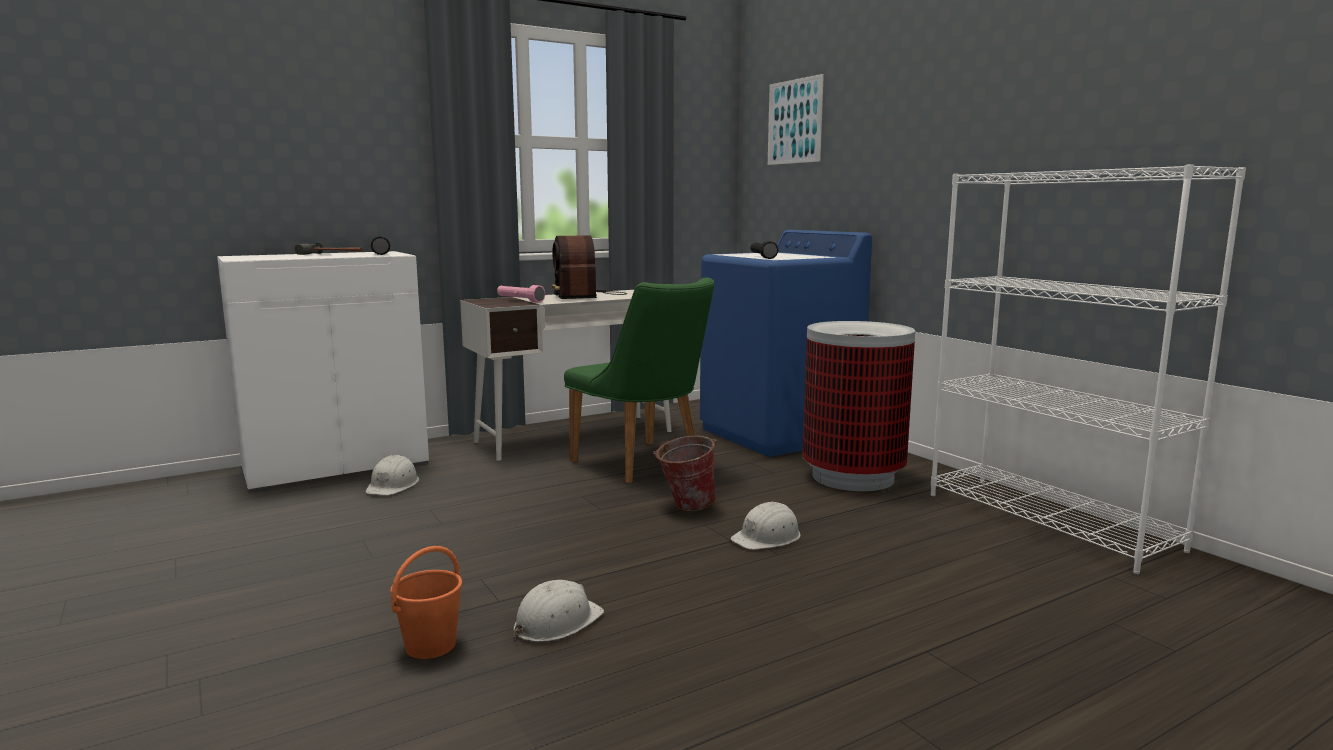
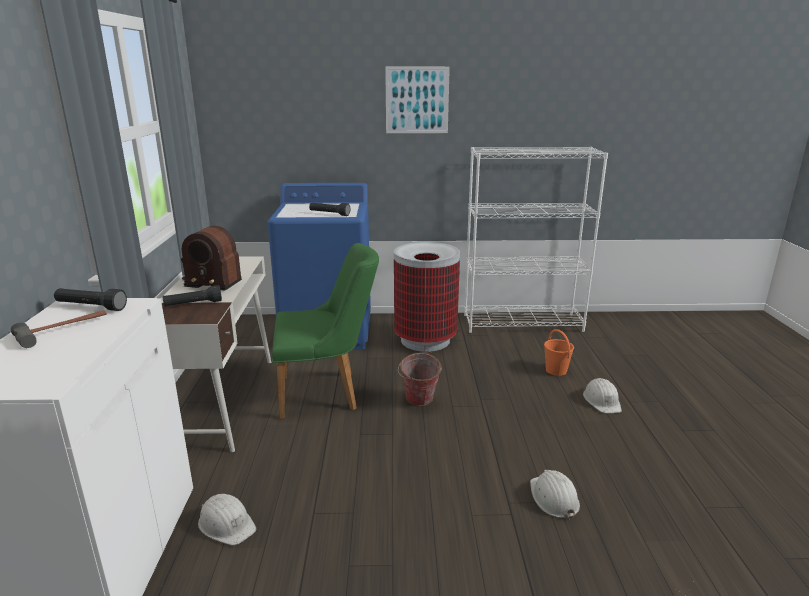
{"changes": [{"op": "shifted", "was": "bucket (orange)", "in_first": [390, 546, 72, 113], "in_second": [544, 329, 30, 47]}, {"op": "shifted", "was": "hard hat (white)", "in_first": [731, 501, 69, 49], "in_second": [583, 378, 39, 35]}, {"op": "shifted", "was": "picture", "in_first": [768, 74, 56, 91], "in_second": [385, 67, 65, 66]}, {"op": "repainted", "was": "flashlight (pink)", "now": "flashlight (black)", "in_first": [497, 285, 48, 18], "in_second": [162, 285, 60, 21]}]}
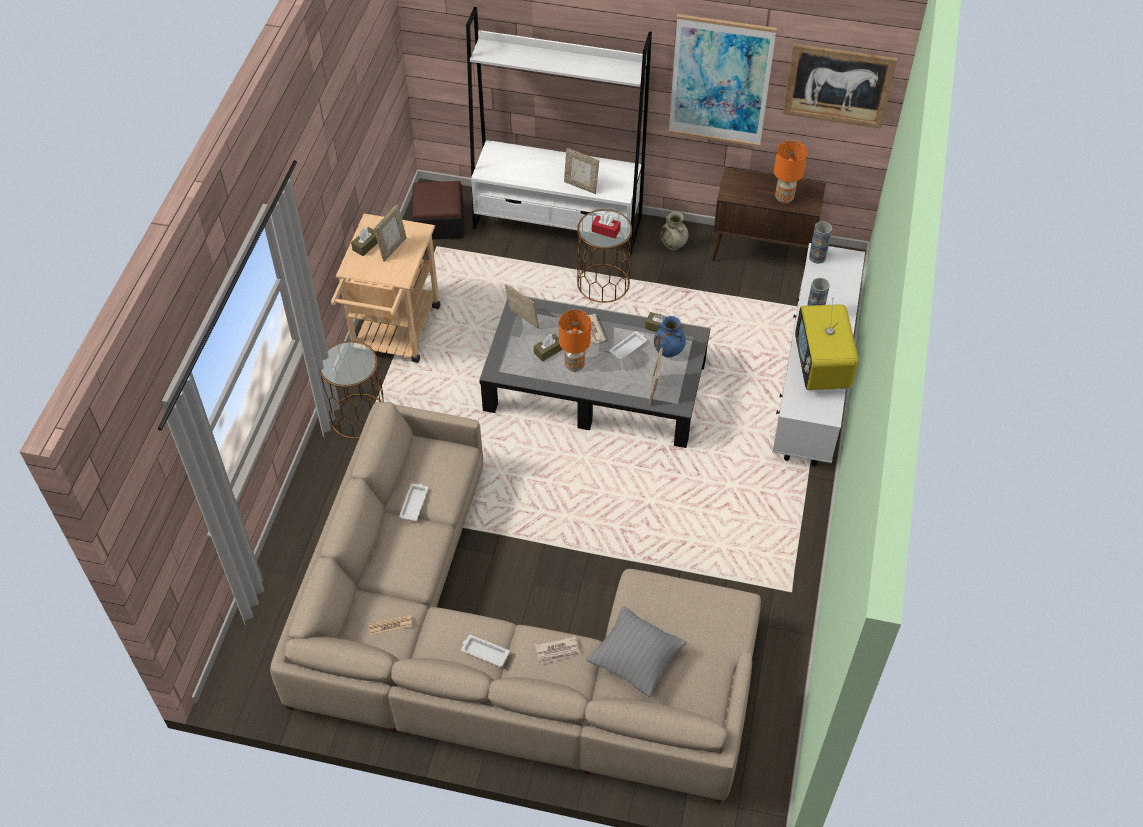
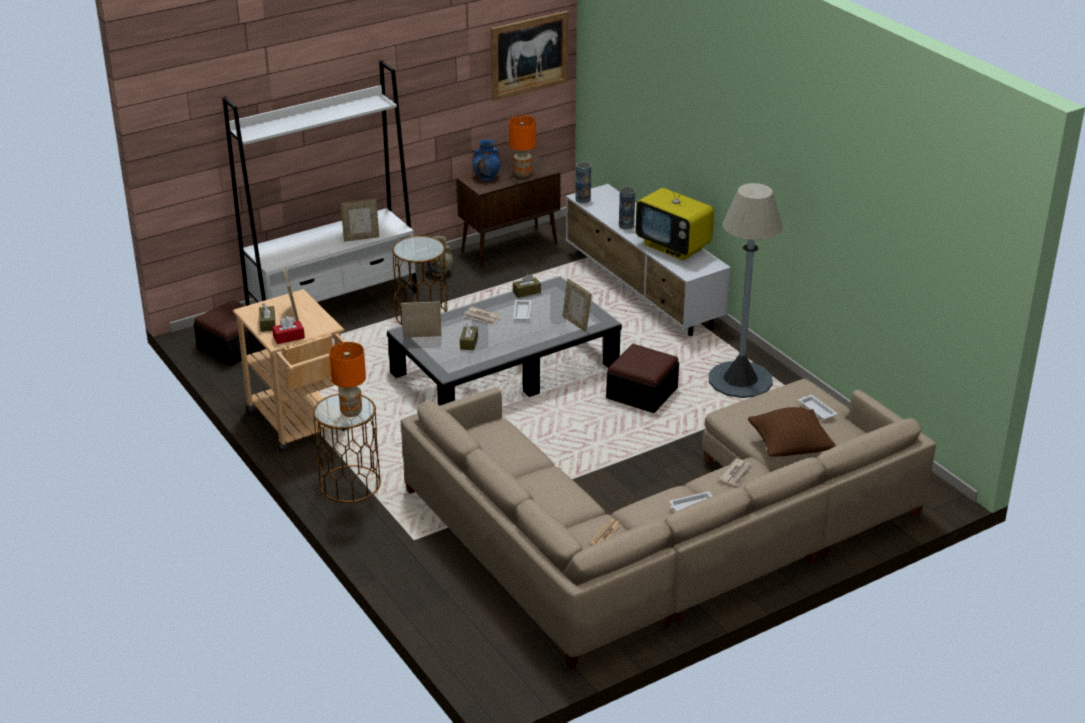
{"changes": [{"op": "gone", "was": "picture", "in_first": [669, 14, 108, 133]}, {"op": "new", "now": "ottoman", "in_second": [606, 344, 73, 69]}, {"op": "new", "now": "floor lamp (grey)", "in_second": [709, 183, 74, 215]}, {"op": "shifted", "was": "tray (white)", "in_first": [399, 484, 29, 37], "in_second": [799, 395, 39, 25]}, {"op": "shifted", "was": "table lamp (orange)", "in_first": [559, 310, 32, 62], "in_second": [329, 342, 37, 75]}, {"op": "shifted", "was": "tissue box (red)", "in_first": [592, 214, 29, 24], "in_second": [272, 316, 33, 28]}, {"op": "shifted", "was": "vase (blue)", "in_first": [654, 316, 32, 41], "in_second": [473, 139, 27, 41]}, {"op": "repainted", "was": "pillow (grey)", "now": "pillow (brown)", "in_first": [586, 606, 101, 91], "in_second": [748, 407, 88, 50]}]}
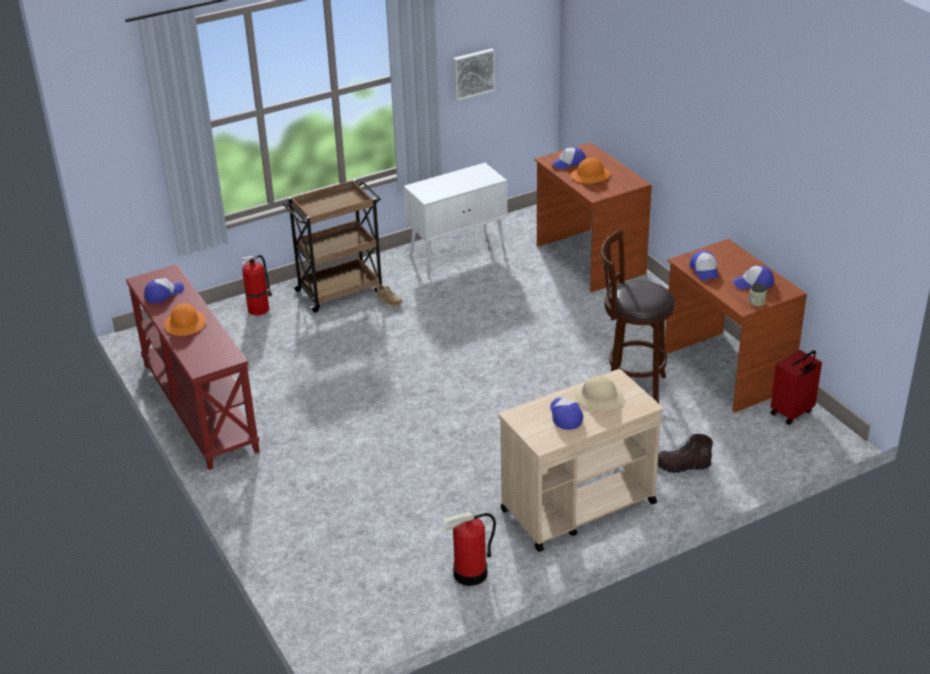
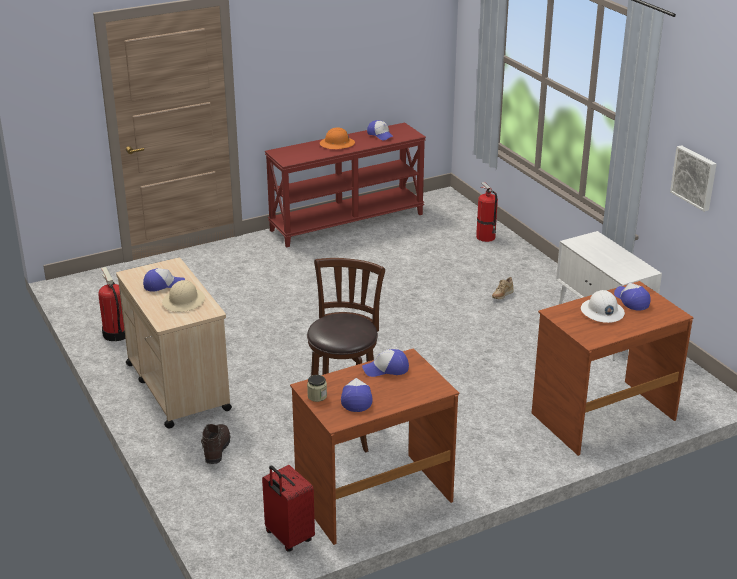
{"changes": [{"op": "gone", "was": "cart (brown)", "in_first": [283, 179, 99, 134]}, {"op": "repainted", "was": "hard hat (orange)", "now": "hard hat (white)", "in_first": [571, 158, 39, 25], "in_second": [581, 290, 44, 33]}]}
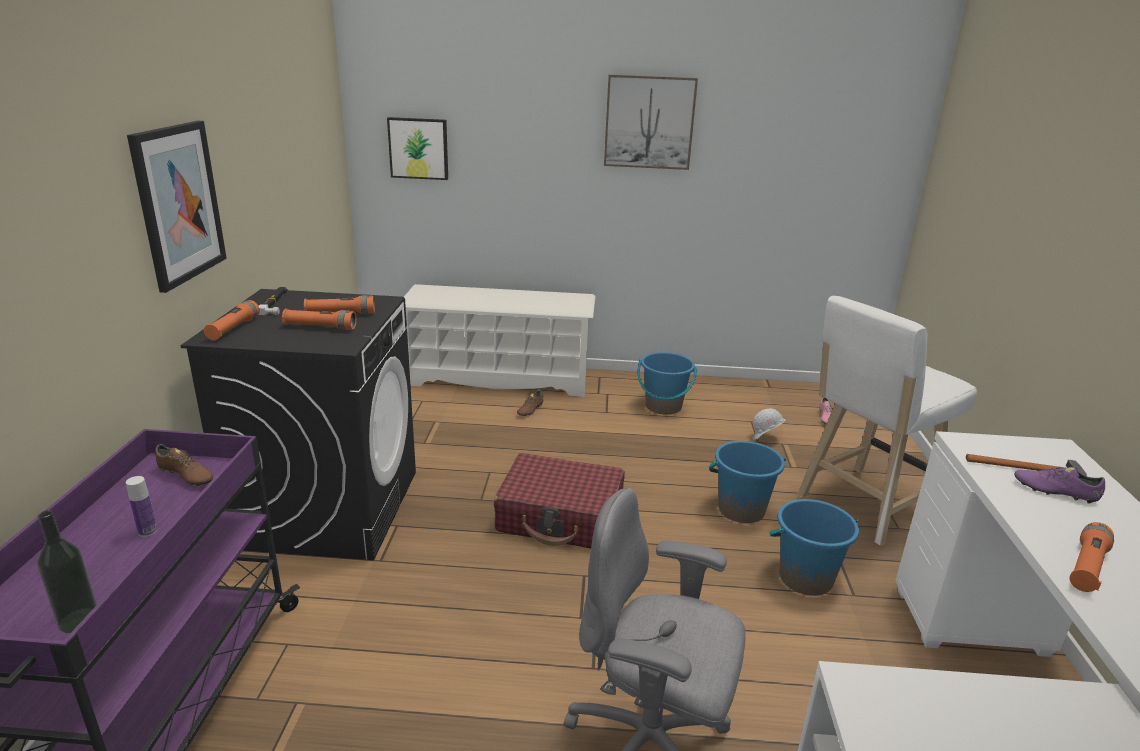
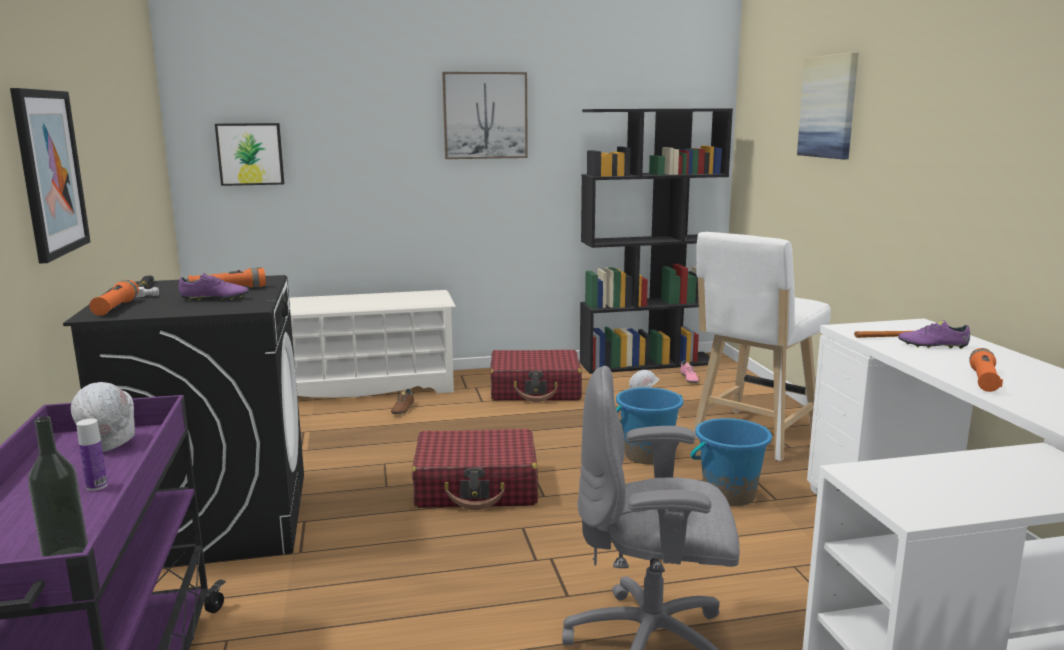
{"changes": [{"op": "new", "now": "bookcase (black)", "in_second": [580, 108, 153, 266]}, {"op": "new", "now": "picture", "in_second": [797, 52, 62, 107]}, {"op": "swapped", "was": "shoe (brown)", "now": "hard hat (white)", "in_first": [155, 444, 58, 43], "in_second": [71, 382, 64, 70]}, {"op": "swapped", "was": "flashlight (orange)", "now": "shoe (purple)", "in_first": [282, 309, 75, 21], "in_second": [179, 273, 70, 28]}, {"op": "swapped", "was": "bucket (blue)", "now": "suitcase (red)", "in_first": [637, 352, 61, 63], "in_second": [490, 350, 92, 52]}]}
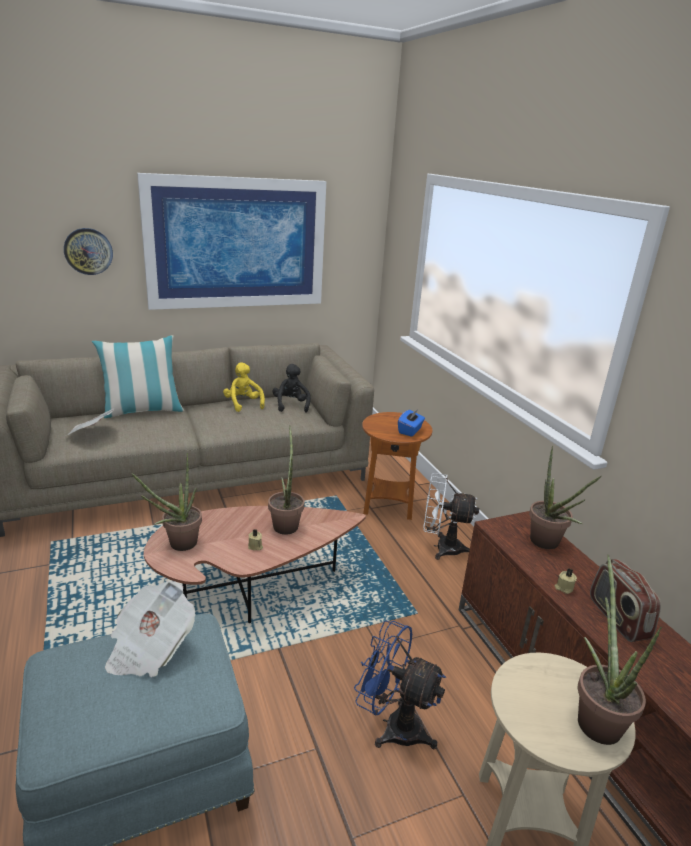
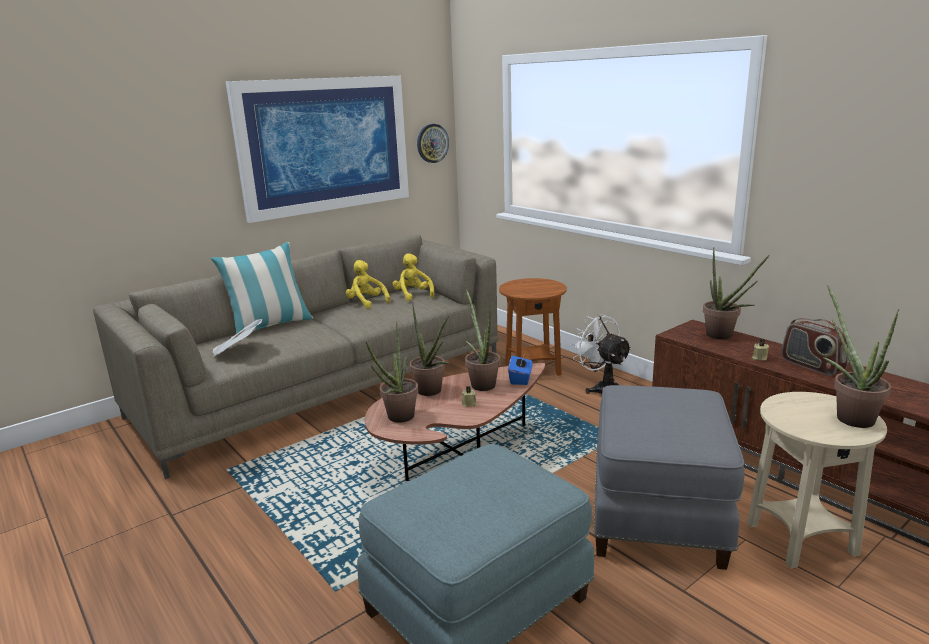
{"changes": [{"op": "gone", "was": "newspaper", "in_first": [105, 581, 90, 96]}, {"op": "new", "now": "potted plant", "in_second": [410, 307, 40, 89]}, {"op": "shifted", "was": "wall clock", "in_first": [64, 228, 49, 47], "in_second": [417, 124, 32, 39]}, {"op": "shifted", "was": "tissue box (blue)", "in_first": [398, 409, 27, 28], "in_second": [508, 356, 25, 29]}, {"op": "swapped", "was": "fan (blue)", "now": "ottoman (grey)", "in_first": [354, 620, 92, 130], "in_second": [593, 385, 152, 185]}, {"op": "repainted", "was": "plush toy (black)", "now": "plush toy (yellow)", "in_first": [272, 364, 39, 49], "in_second": [392, 253, 42, 48]}, {"op": "rotated", "was": "fan (white)", "in_first": [423, 473, 56, 87], "in_second": [571, 314, 61, 80], "clockwise": 60}]}
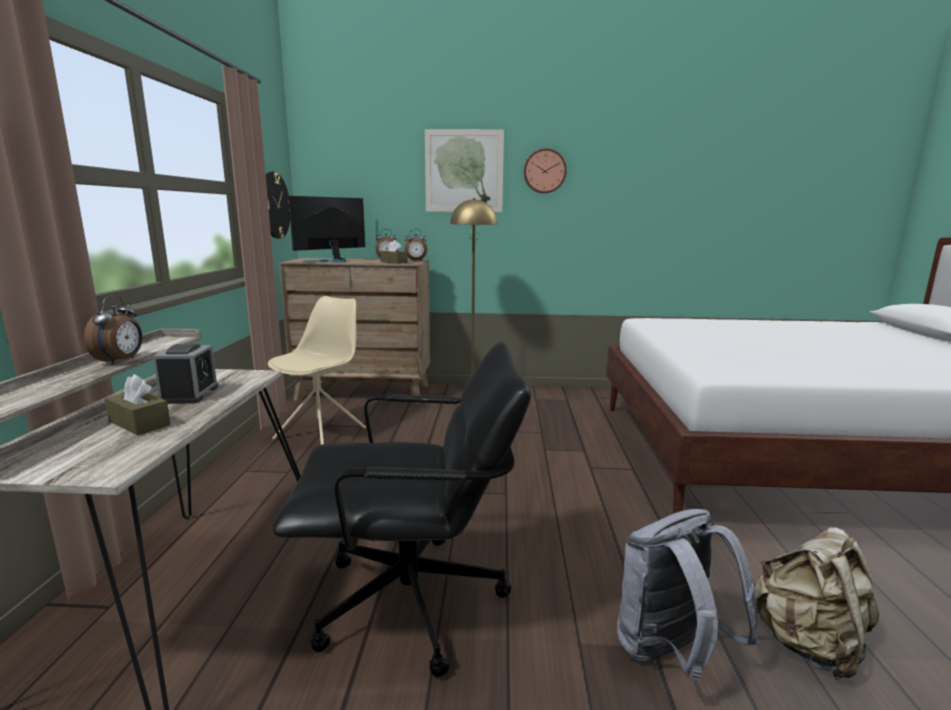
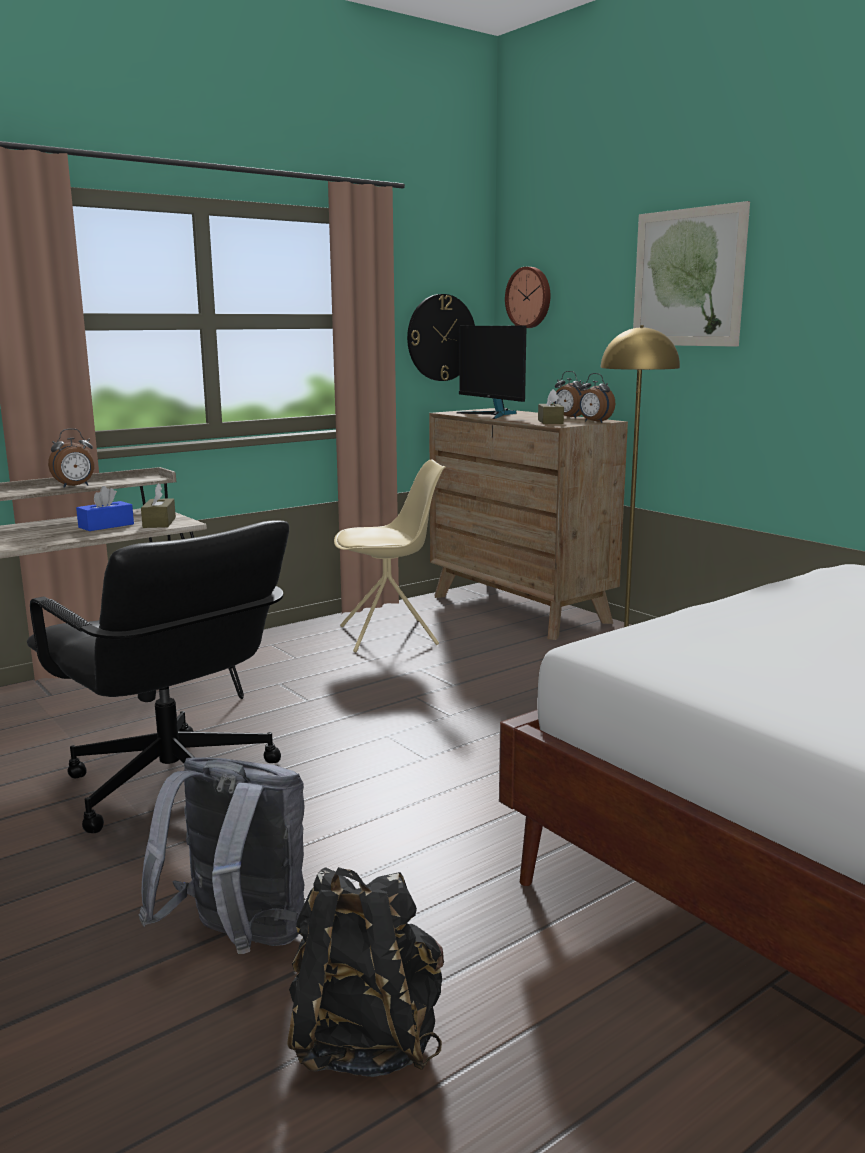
{"changes": [{"op": "shifted", "was": "tissue box (brown)", "in_first": [105, 374, 66, 61], "in_second": [141, 483, 35, 45]}, {"op": "shifted", "was": "wall clock", "in_first": [524, 148, 43, 46], "in_second": [505, 267, 45, 61]}, {"op": "swapped", "was": "alarm clock", "now": "tissue box (blue)", "in_first": [153, 344, 65, 60], "in_second": [76, 486, 58, 45]}, {"op": "repainted", "was": "backpack (beige)", "now": "backpack (black)", "in_first": [755, 527, 124, 153], "in_second": [287, 867, 157, 210]}, {"op": "rotated", "was": "monitor", "in_first": [288, 196, 77, 67], "in_second": [457, 326, 70, 93], "clockwise": -120}]}
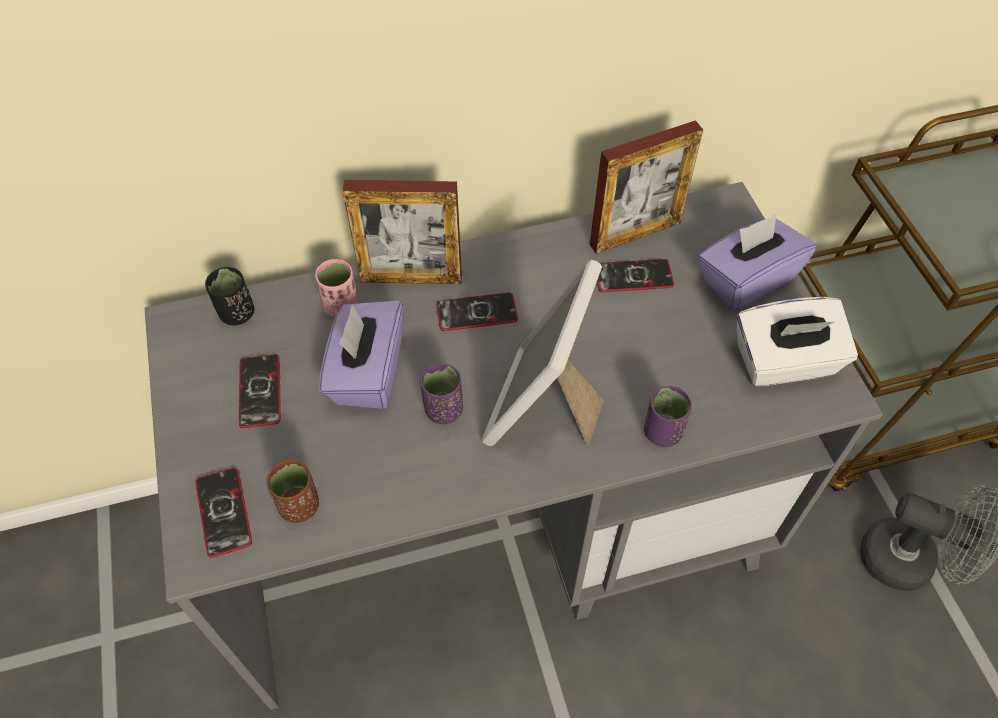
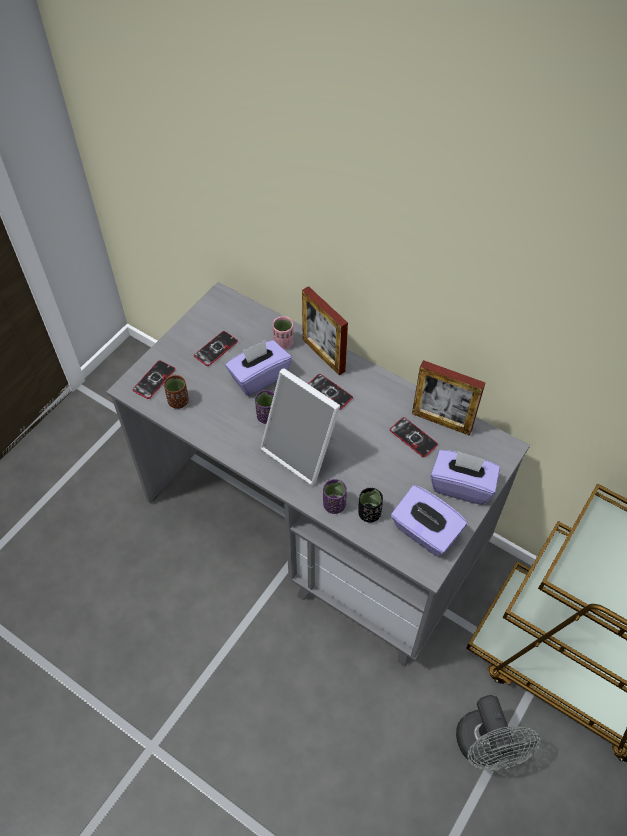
{"changes": [{"op": "shifted", "was": "cup (black)", "in_first": [205, 267, 50, 58], "in_second": [358, 488, 25, 35]}, {"op": "repainted", "was": "tissue box (white)", "now": "tissue box (purple)", "in_first": [737, 297, 121, 89], "in_second": [391, 485, 76, 71]}, {"op": "rotated", "was": "picture frame", "in_first": [482, 260, 122, 186], "in_second": [260, 368, 80, 118], "clockwise": -120}]}
